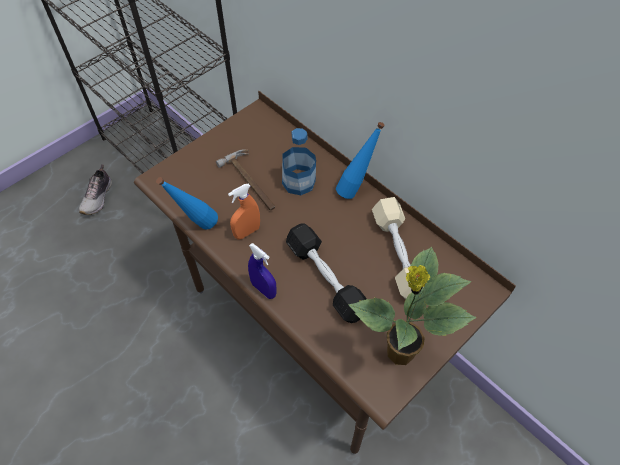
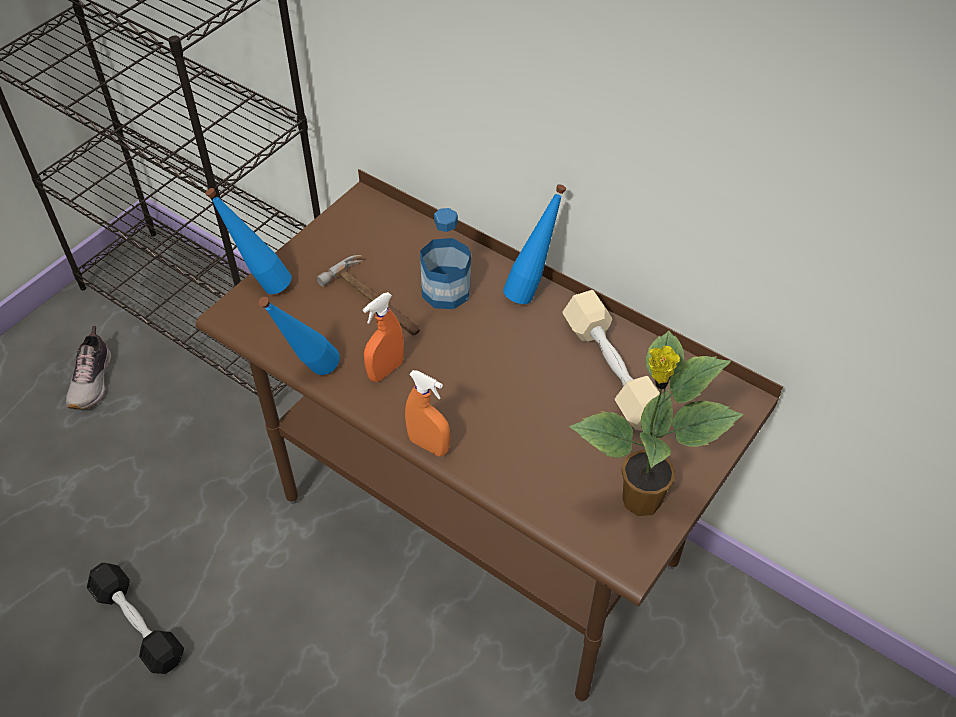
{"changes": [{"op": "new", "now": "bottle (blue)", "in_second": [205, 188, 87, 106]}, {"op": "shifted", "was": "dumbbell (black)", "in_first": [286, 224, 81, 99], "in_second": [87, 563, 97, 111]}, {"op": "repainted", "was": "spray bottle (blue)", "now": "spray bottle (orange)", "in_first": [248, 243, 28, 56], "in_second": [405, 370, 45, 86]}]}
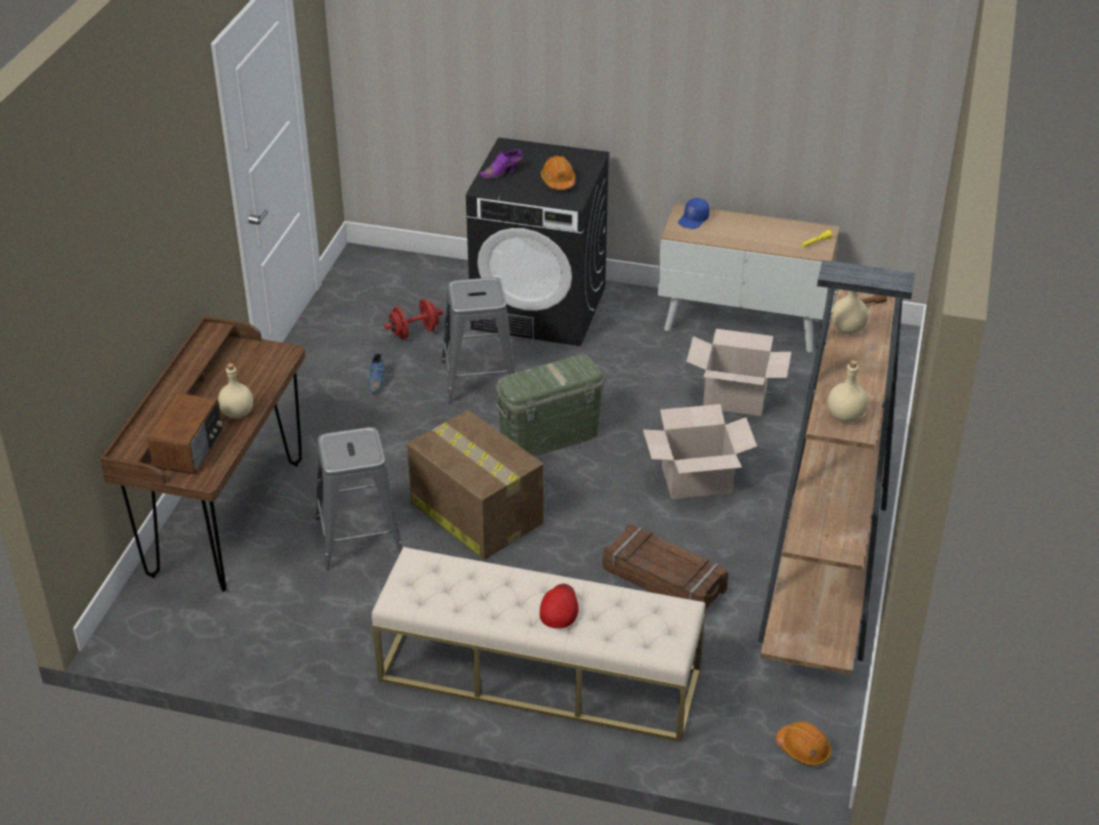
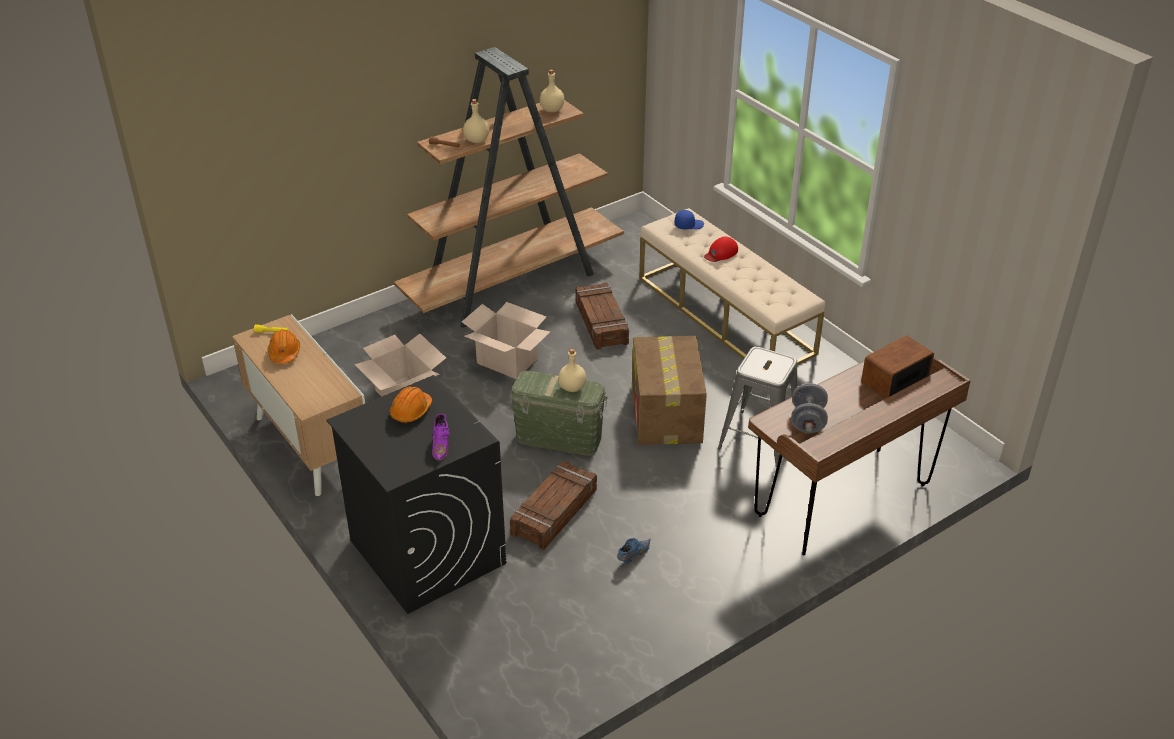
{"changes": [{"op": "gone", "was": "dumbbell (red)", "in_first": [384, 299, 59, 40]}, {"op": "new", "now": "dumbbell (grey)", "in_second": [791, 383, 37, 50]}, {"op": "shifted", "was": "bottle (beige)", "in_first": [218, 363, 35, 55], "in_second": [558, 349, 28, 43]}, {"op": "shifted", "was": "cap (blue)", "in_first": [678, 198, 32, 31], "in_second": [675, 210, 29, 20]}, {"op": "shifted", "was": "hard hat (orange)", "in_first": [776, 721, 56, 45], "in_second": [268, 329, 32, 35]}, {"op": "swapped", "was": "stool (grey)", "now": "crate", "in_first": [441, 277, 74, 126], "in_second": [510, 461, 87, 89]}, {"op": "rotated", "was": "shoe (purple)", "in_first": [479, 149, 44, 30], "in_second": [432, 414, 18, 47], "clockwise": 75}]}
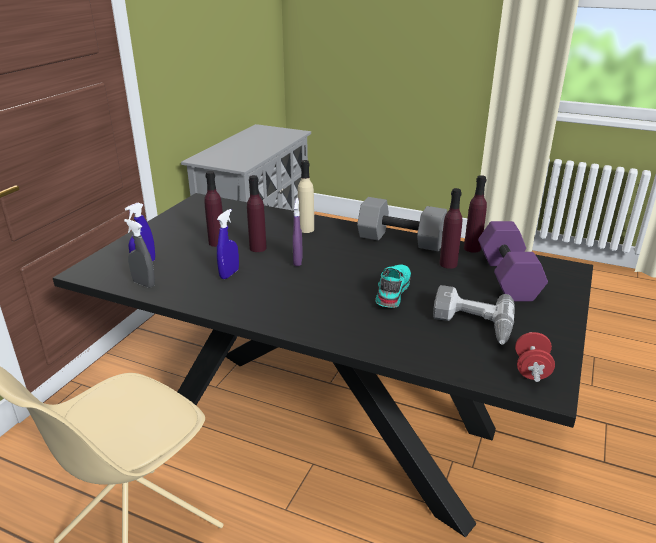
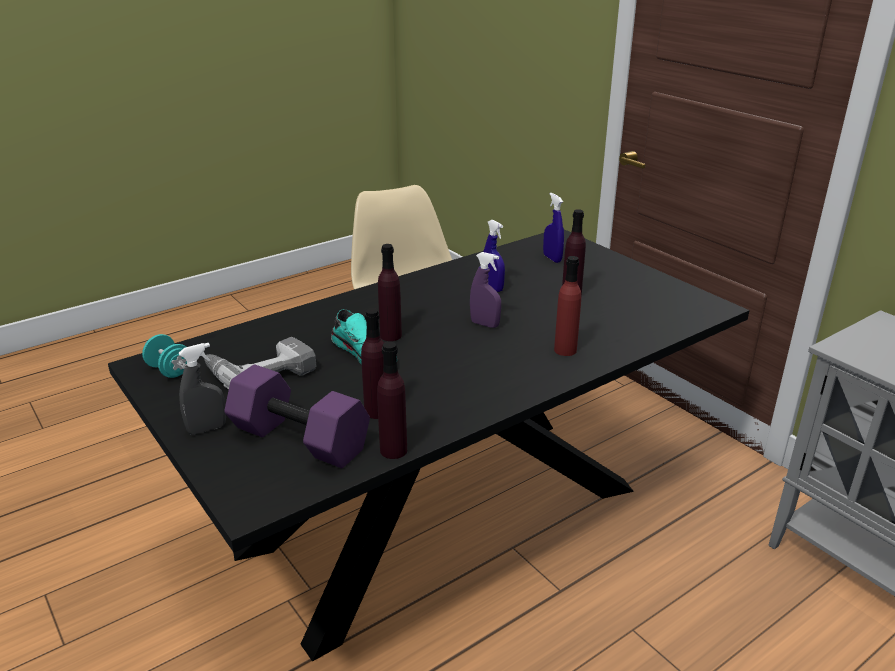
{"changes": [{"op": "gone", "was": "dumbbell (grey)", "in_first": [357, 197, 90, 54]}, {"op": "shifted", "was": "spray bottle (grey)", "in_first": [124, 219, 31, 69], "in_second": [179, 343, 47, 92]}, {"op": "shifted", "was": "bottle (purple)", "in_first": [247, 175, 20, 77], "in_second": [378, 244, 24, 97]}, {"op": "repainted", "was": "bottle (beige)", "now": "bottle (red)", "in_first": [298, 160, 16, 73], "in_second": [554, 256, 27, 100]}, {"op": "repainted", "was": "dumbbell (red)", "now": "dumbbell (turquoise)", "in_first": [515, 332, 40, 50], "in_second": [142, 334, 45, 44]}]}
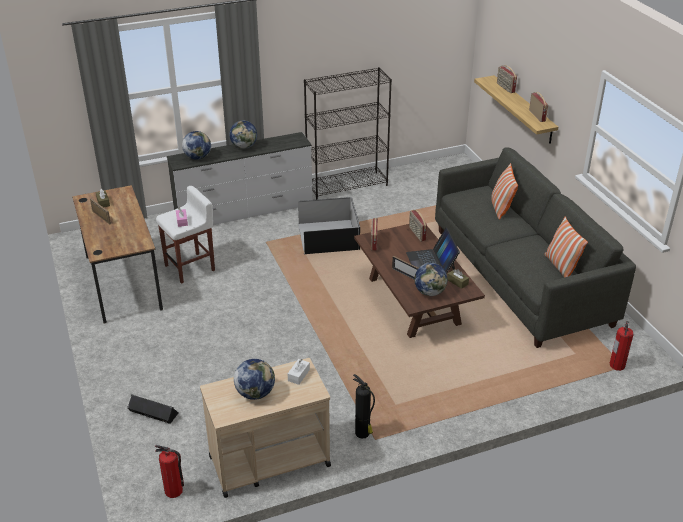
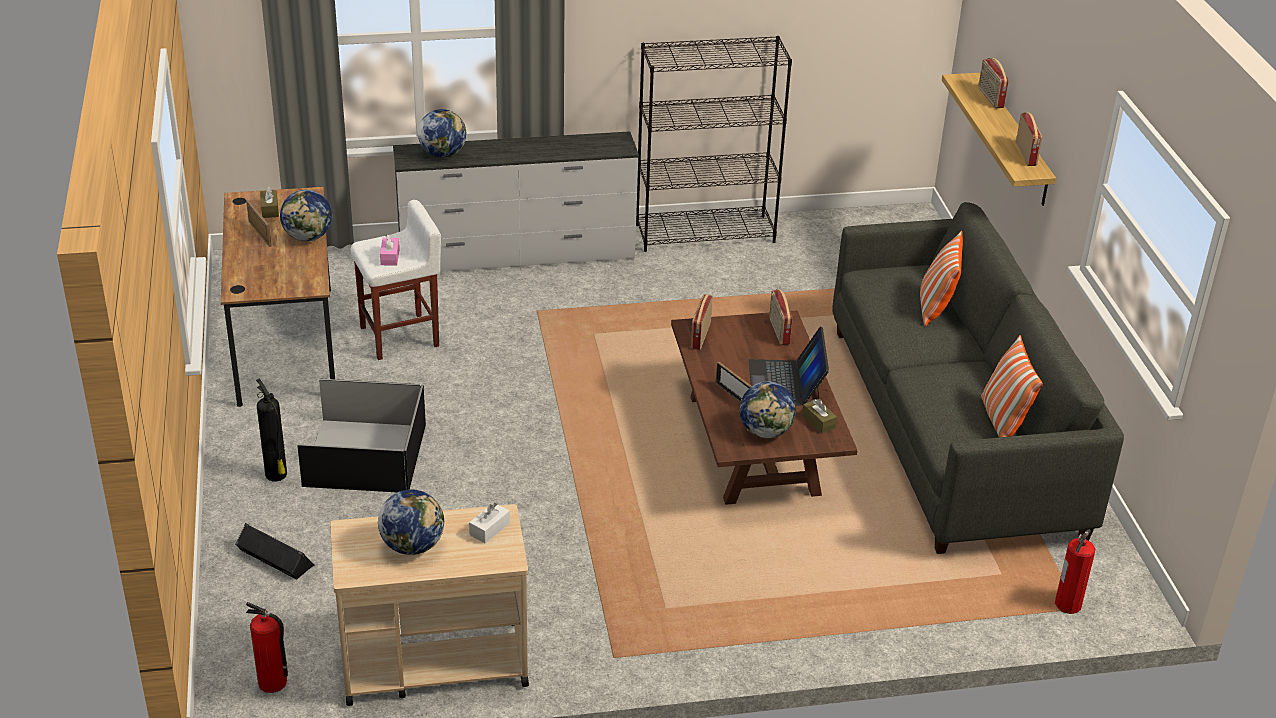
{"changes": [{"op": "shifted", "was": "globe", "in_first": [229, 121, 28, 28], "in_second": [280, 190, 52, 51]}, {"op": "shifted", "was": "storage box (black)", "in_first": [298, 197, 62, 57], "in_second": [297, 379, 129, 113]}, {"op": "shifted", "was": "fire extinguisher", "in_first": [353, 374, 22, 65], "in_second": [256, 379, 31, 102]}]}
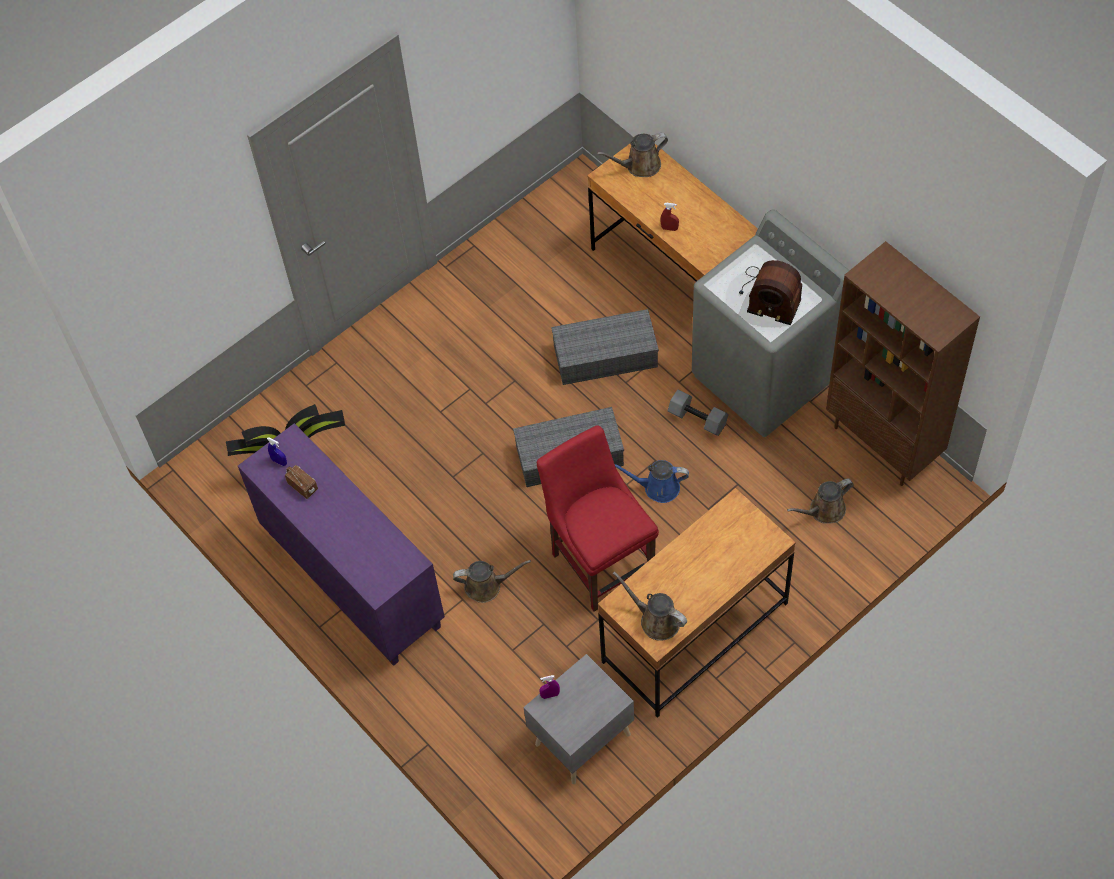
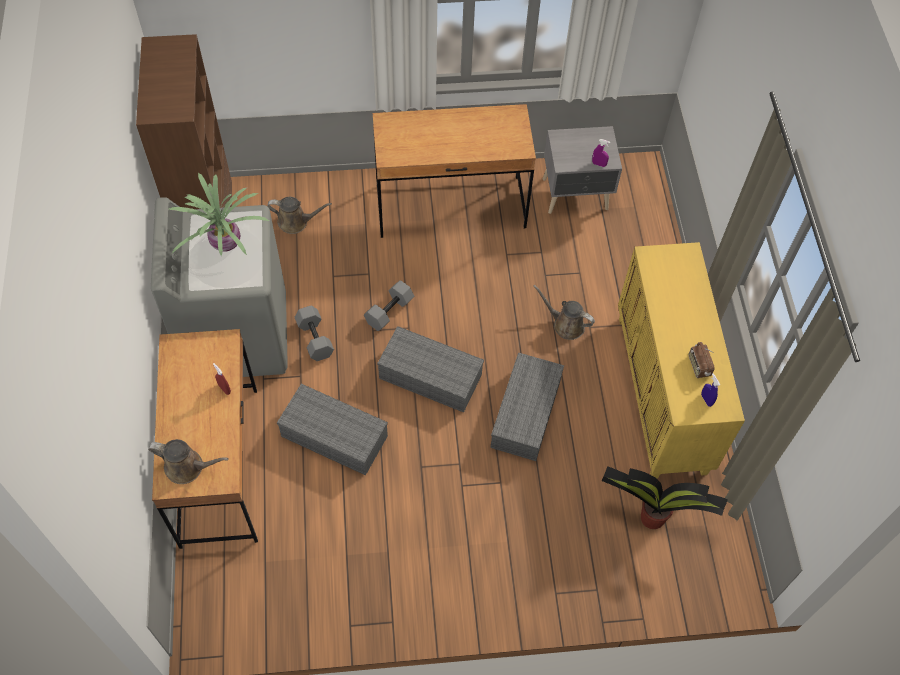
{"changes": [{"op": "gone", "was": "chair (red)", "in_first": [537, 425, 122, 187]}, {"op": "gone", "was": "watering can (brown)", "in_first": [613, 571, 74, 70]}, {"op": "new", "now": "storage box (grey)", "in_second": [490, 352, 74, 109]}, {"op": "swapped", "was": "watering can (blue)", "now": "dumbbell (grey)", "in_first": [615, 460, 74, 43], "in_second": [364, 280, 50, 51]}, {"op": "swapped", "was": "radio", "now": "potted plant", "in_first": [739, 260, 63, 65], "in_second": [169, 173, 100, 83]}, {"op": "repainted", "was": "cabinet (purple)", "now": "cabinet (yellow)", "in_first": [238, 423, 207, 243], "in_second": [618, 242, 127, 237]}]}
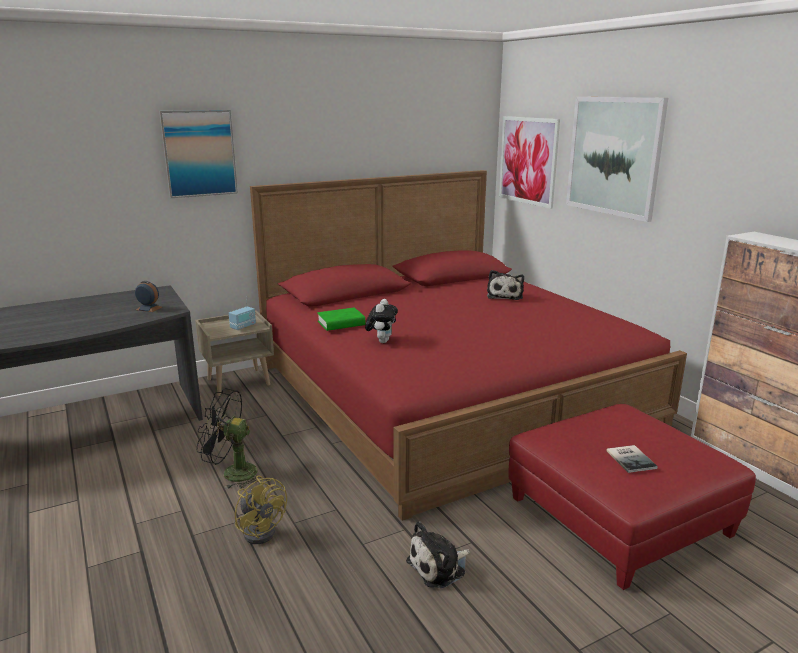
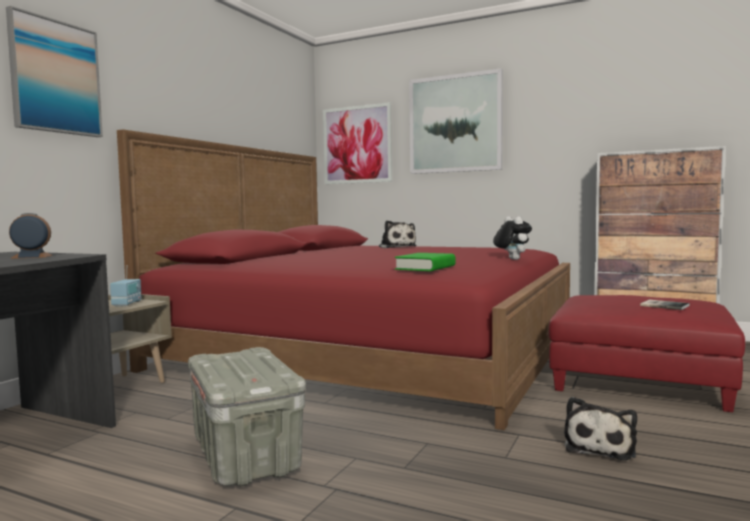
{"changes": [{"op": "gone", "was": "fan (yellow)", "in_first": [235, 476, 52, 68]}, {"op": "shifted", "was": "book (green)", "in_first": [317, 307, 48, 24], "in_second": [395, 253, 61, 18]}, {"op": "shifted", "was": "plush toy", "in_first": [365, 299, 33, 44], "in_second": [493, 216, 39, 44]}, {"op": "swapped", "was": "fan (black)", "now": "storage box (grey)", "in_first": [197, 388, 65, 101], "in_second": [188, 347, 118, 139]}]}
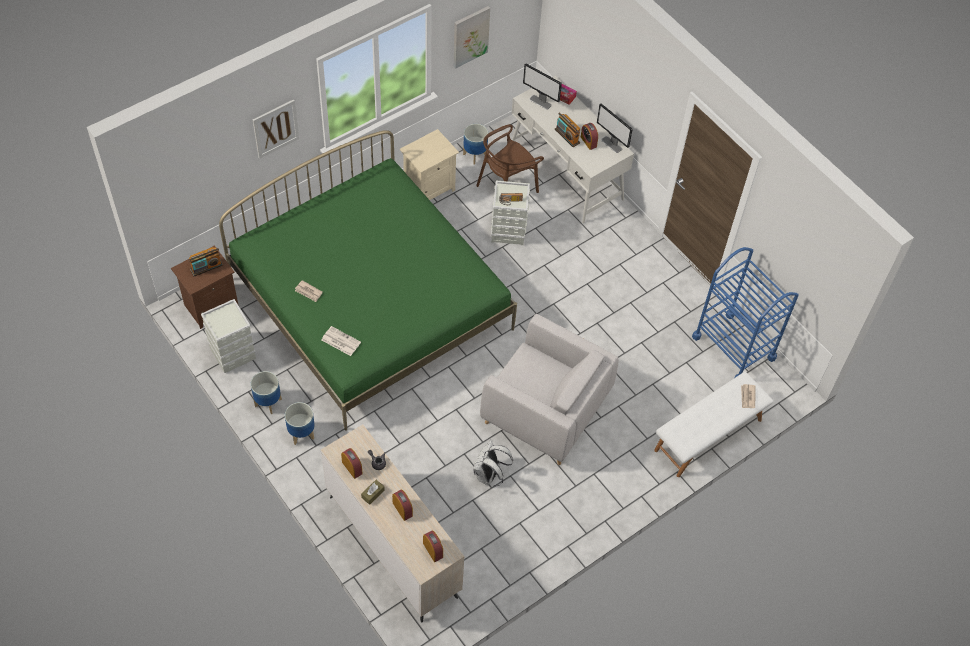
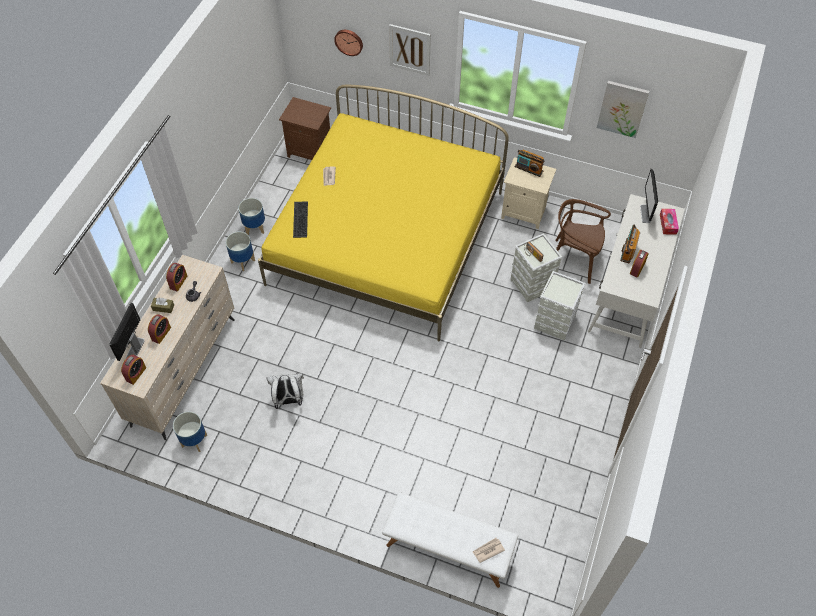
{"changes": [{"op": "gone", "was": "armchair (grey)", "in_first": [480, 314, 139, 151]}, {"op": "gone", "was": "cart (blue)", "in_first": [692, 247, 107, 131]}, {"op": "new", "now": "wall clock", "in_second": [334, 30, 29, 26]}, {"op": "shifted", "was": "radio", "in_first": [188, 247, 35, 30], "in_second": [515, 150, 29, 27]}, {"op": "shifted", "was": "storage box (grey)", "in_first": [201, 299, 55, 74], "in_second": [534, 271, 51, 69]}, {"op": "shifted", "was": "planter", "in_first": [463, 124, 25, 40], "in_second": [173, 412, 34, 40]}, {"op": "shifted", "was": "monitor", "in_first": [597, 104, 36, 49], "in_second": [109, 303, 36, 58]}, {"op": "swapped", "was": "newspaper", "now": "keyboard", "in_first": [321, 326, 40, 30], "in_second": [293, 201, 15, 37]}, {"op": "repainted", "was": "bed (green)", "now": "bed (yellow)", "in_first": [219, 130, 298, 301], "in_second": [258, 85, 251, 257]}]}
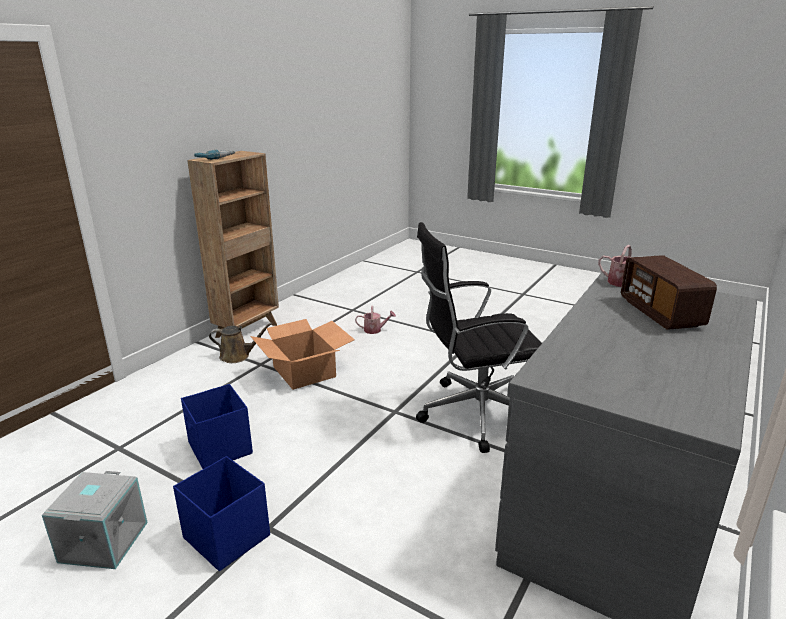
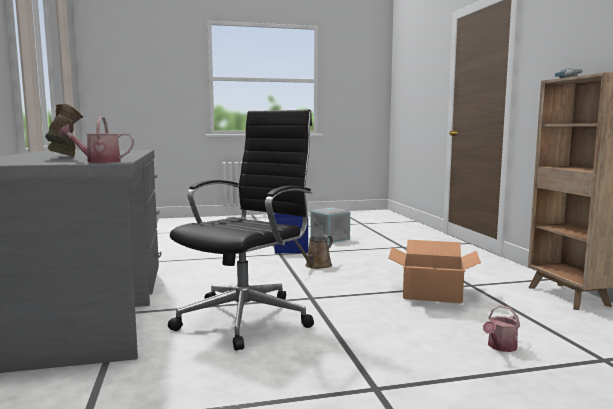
{"changes": [{"op": "gone", "was": "storage box (blue)", "in_first": [181, 384, 72, 85]}, {"op": "shifted", "was": "watering can (brown)", "in_first": [209, 323, 64, 40], "in_second": [294, 235, 39, 34]}, {"op": "swapped", "was": "radio", "now": "boot (brown)", "in_first": [621, 255, 96, 75], "in_second": [45, 103, 38, 54]}]}
